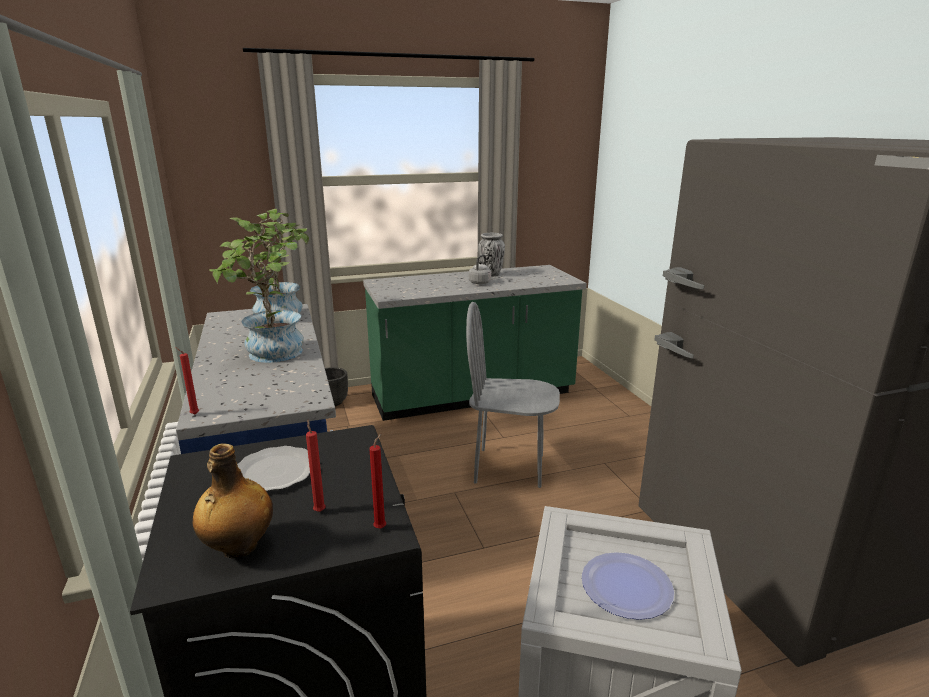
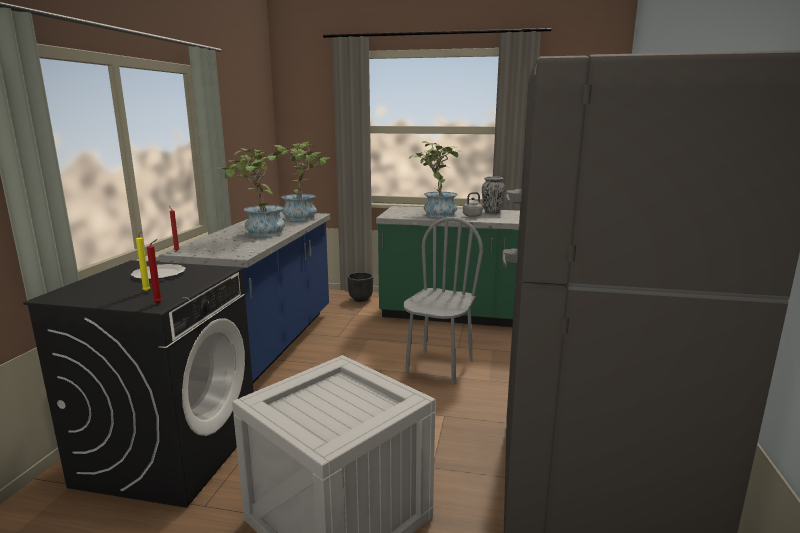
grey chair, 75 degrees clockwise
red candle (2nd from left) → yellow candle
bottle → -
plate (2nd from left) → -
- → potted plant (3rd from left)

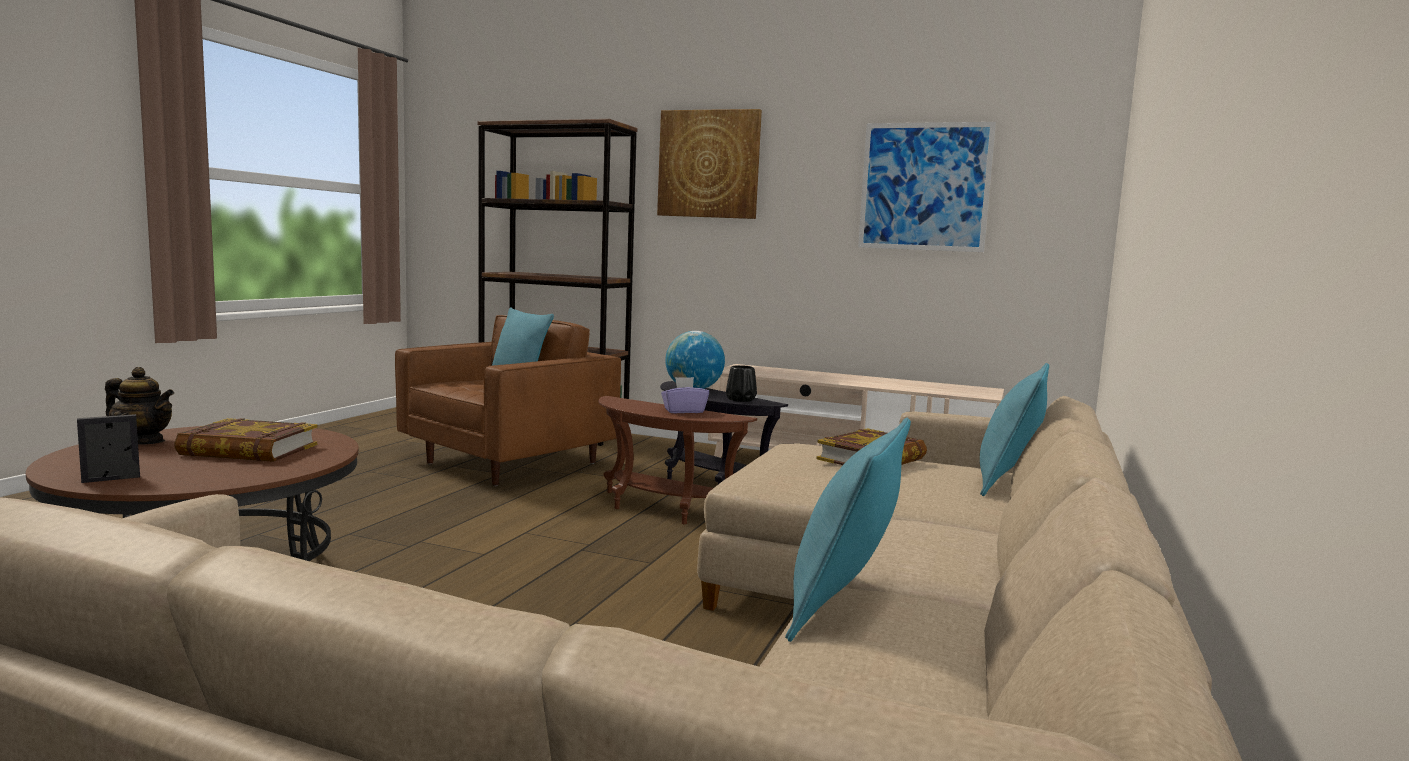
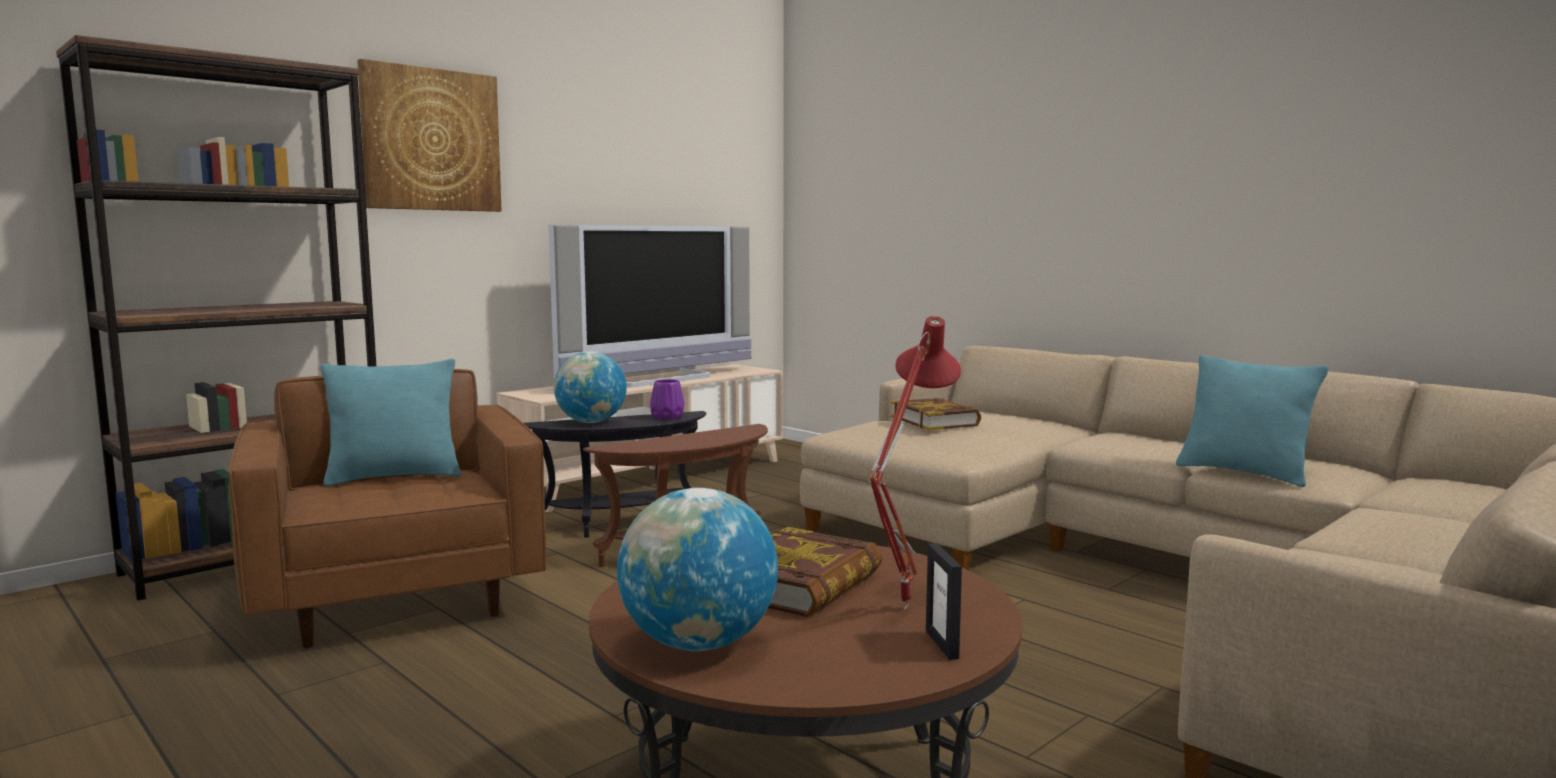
picture (2nd from left) → -
turquoise pillow (3rd from left) → -
black vase → purple vase
teapot → globe (2nd from left)
purple tissue box → -
- → television
- → red table lamp

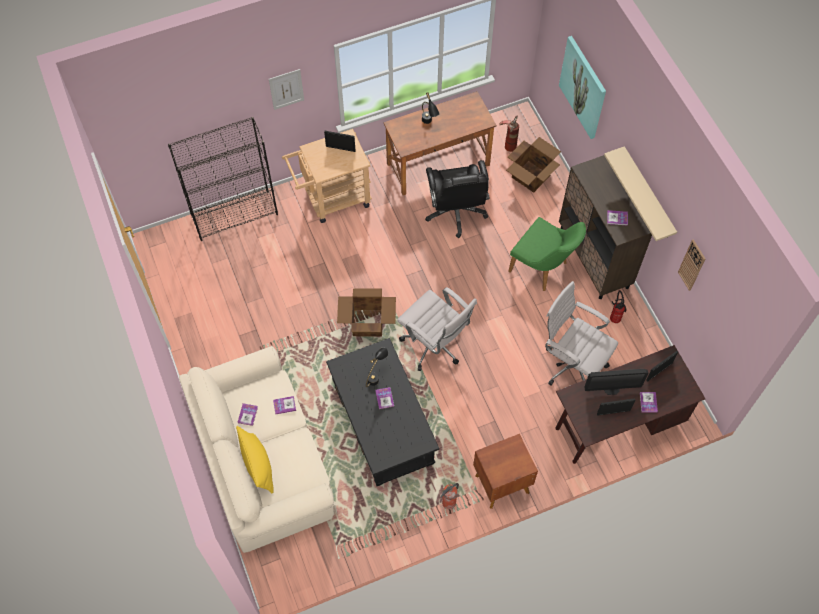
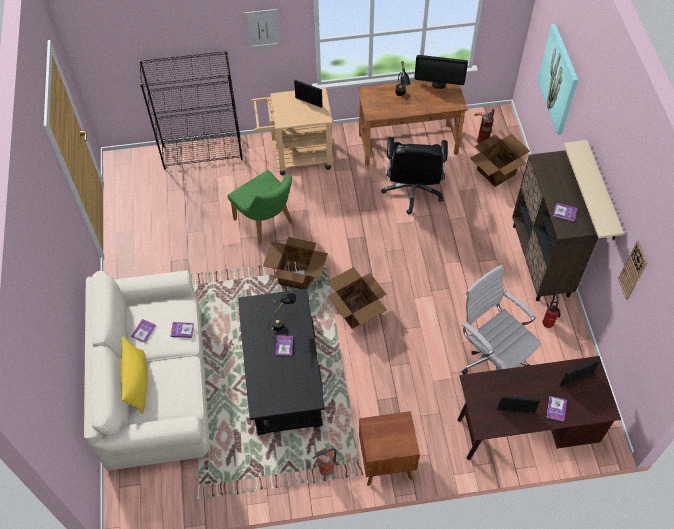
green chair, move
white office chair (1st from left) → cardboard box (2nd from left)
monitor, move

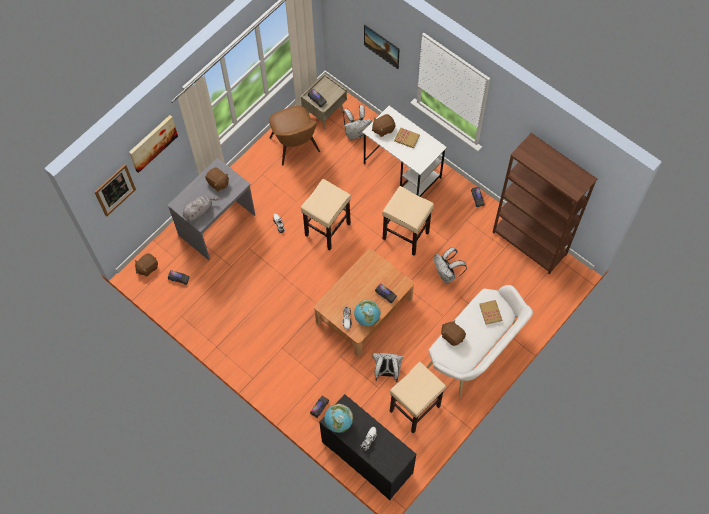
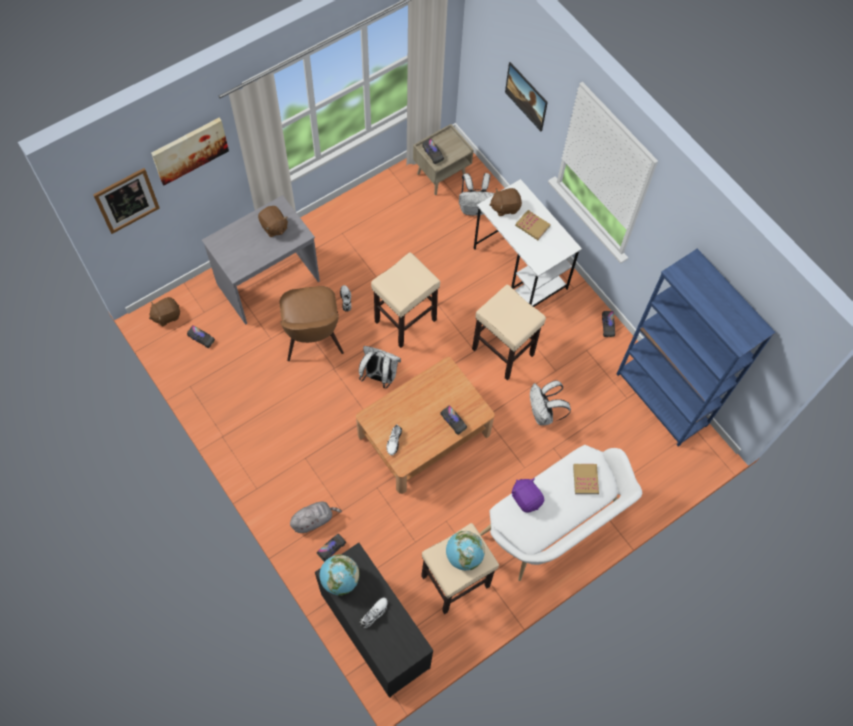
brown chair, move
brown bookcase → blue bookcase
grey plush toy, move
globe (2nd from left), move
brown plush toy (4th from left) → purple plush toy
white backpack (2nd from left in the first image) → white backpack (1st from left), move

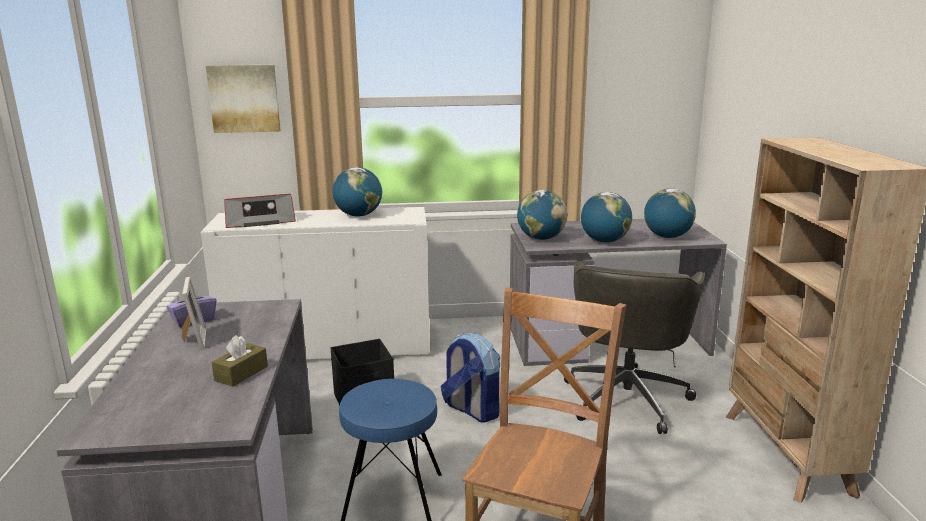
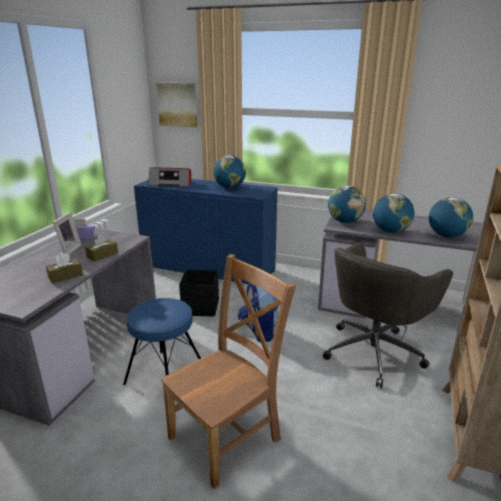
white cabinet → blue cabinet
- → brown tissue box (2nd from left)

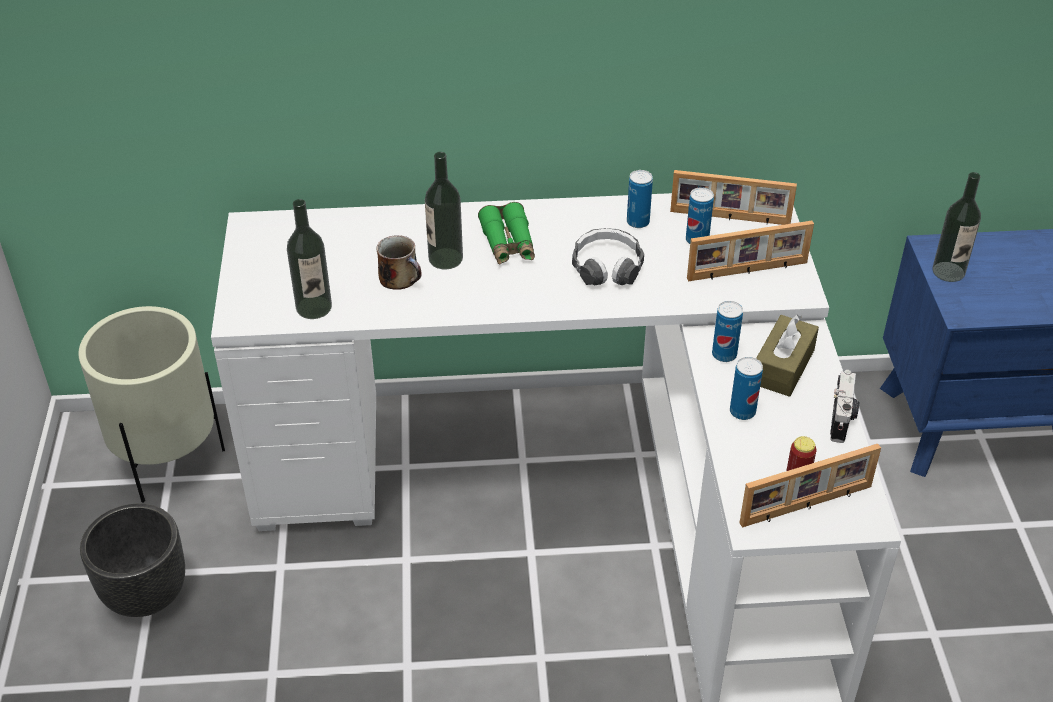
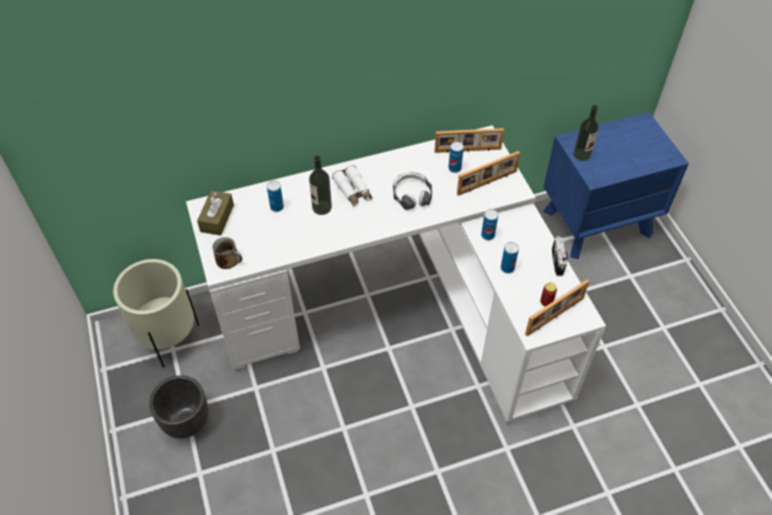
can (1st from left), move
bottle (1st from left) → -
green binoculars → white binoculars
mug, move
brown tissue box, move

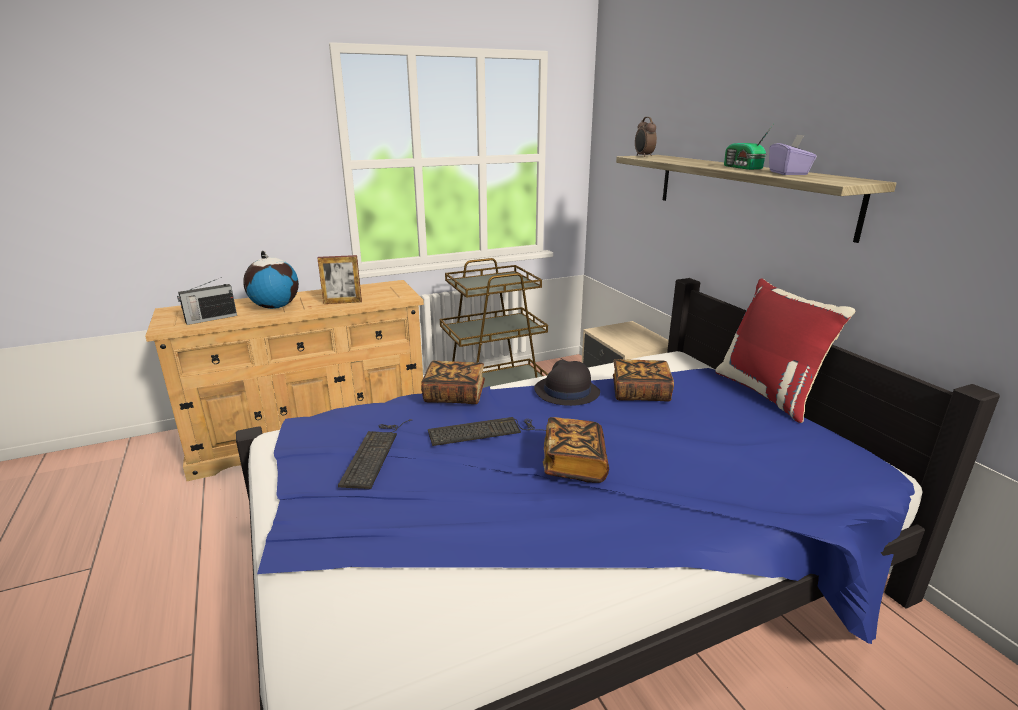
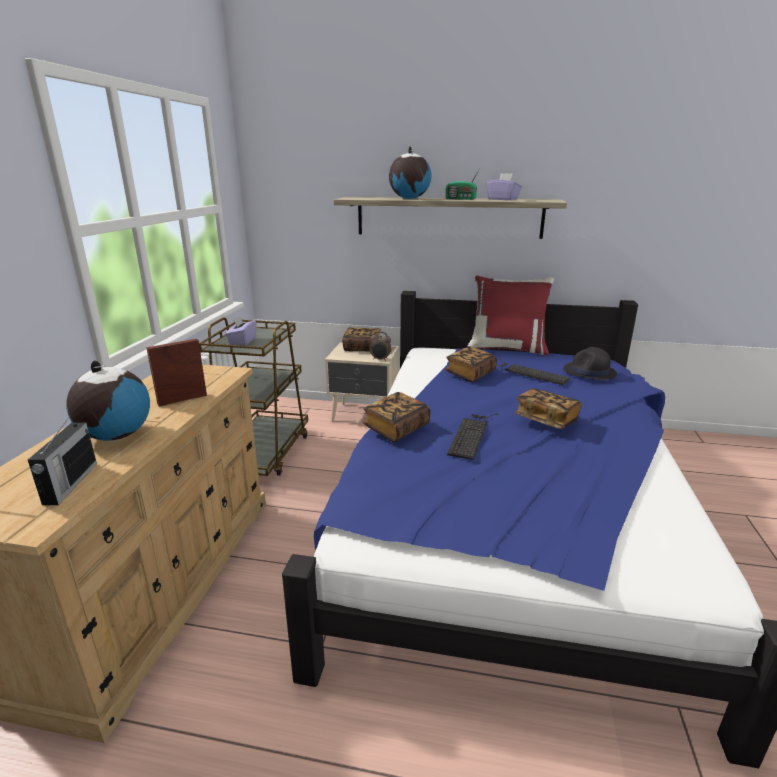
alarm clock, move
picture frame, 150 degrees counterclockwise
black hat, move
keyboard (1st from left in the first image) → keyboard (2nd from left), move
- → globe (2nd from left)
- → purple tissue box (1st from left)
- → book (1st from left)

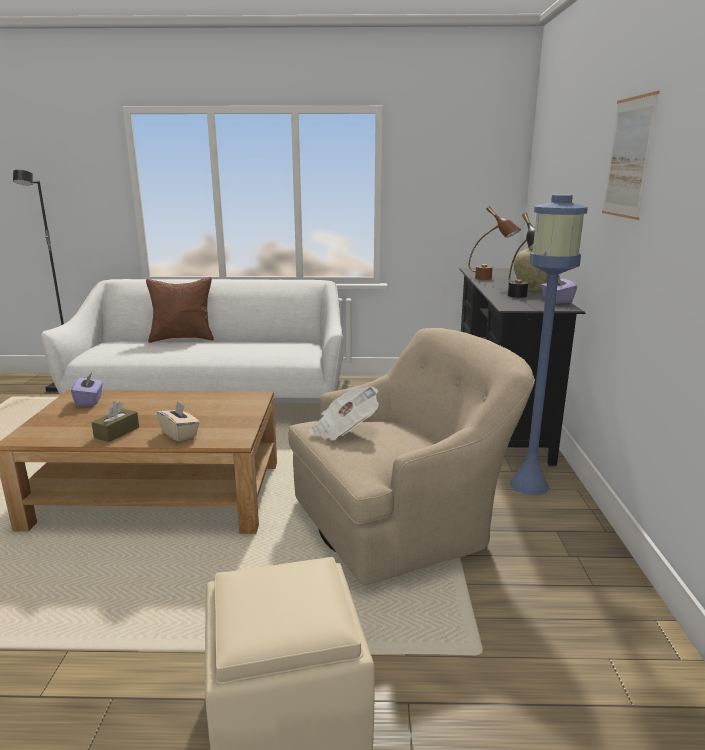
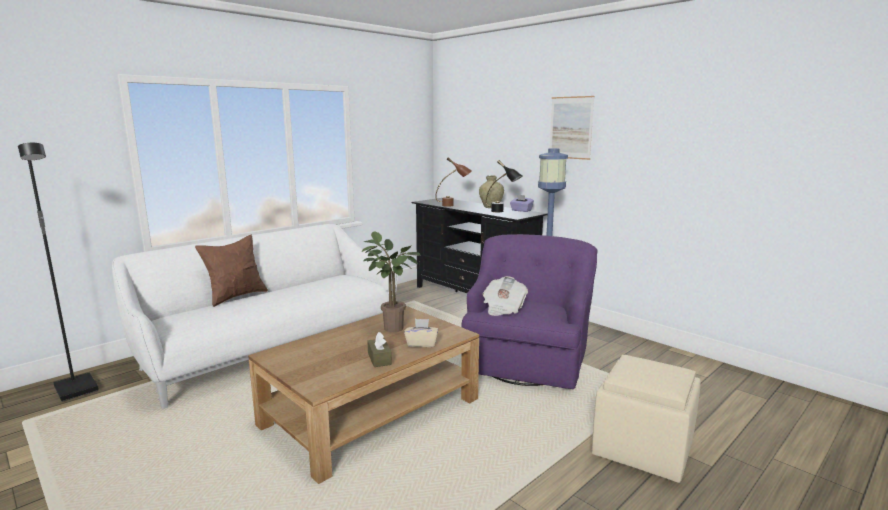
beige armchair → purple armchair
purple tissue box (1st from left) → -
- → potted plant

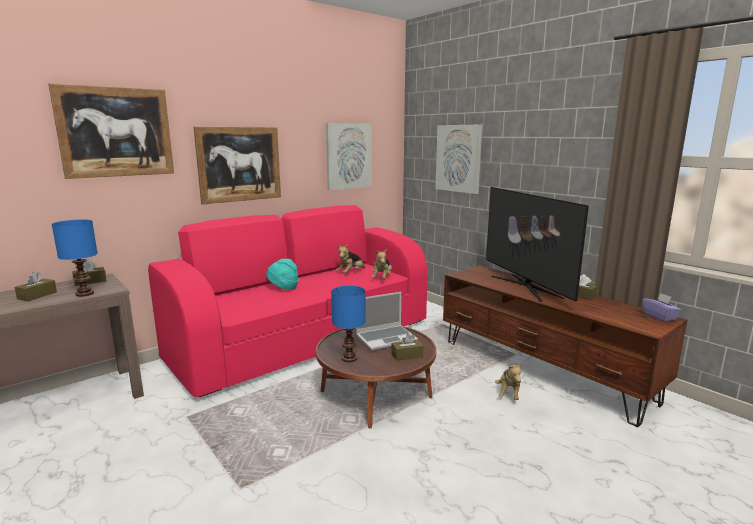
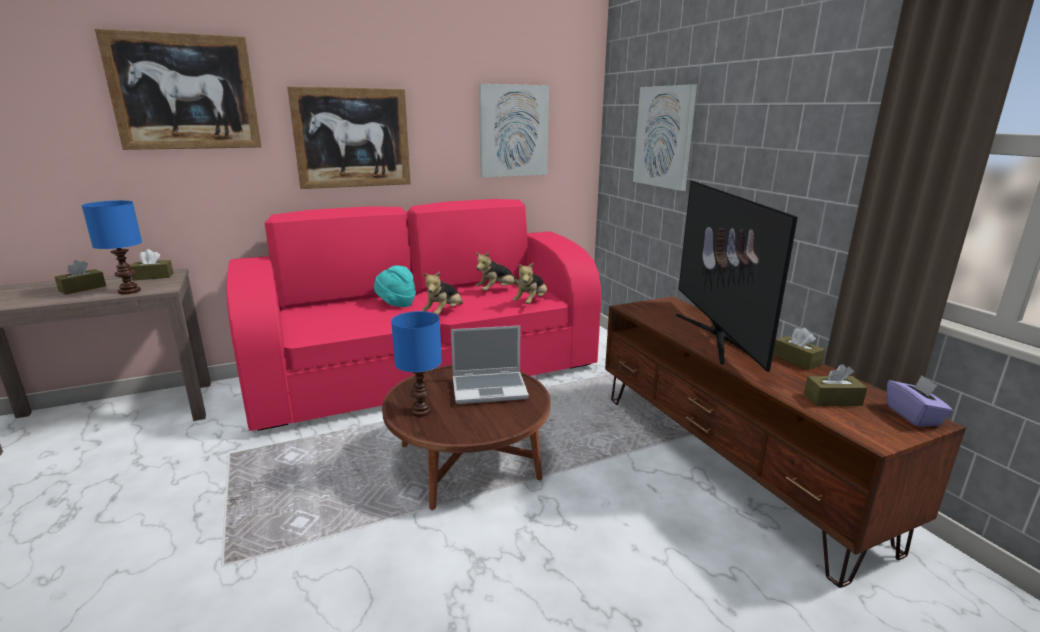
brown tissue box (3rd from left in the first image) → brown tissue box (4th from left), move
plush toy (3rd from left in the first image) → plush toy (1st from left), move

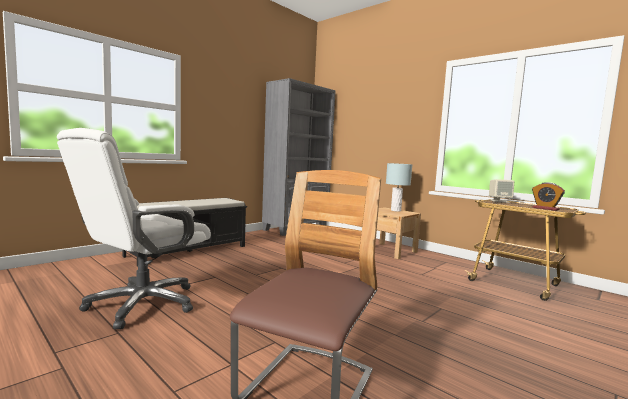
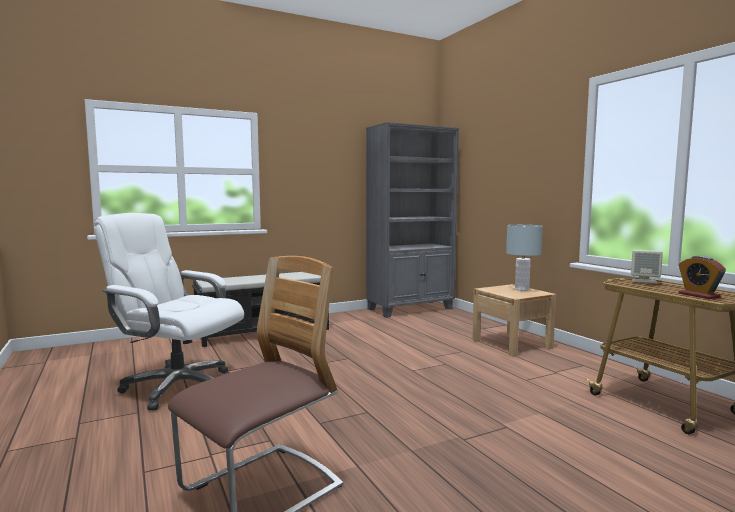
white office chair, 60 degrees clockwise

